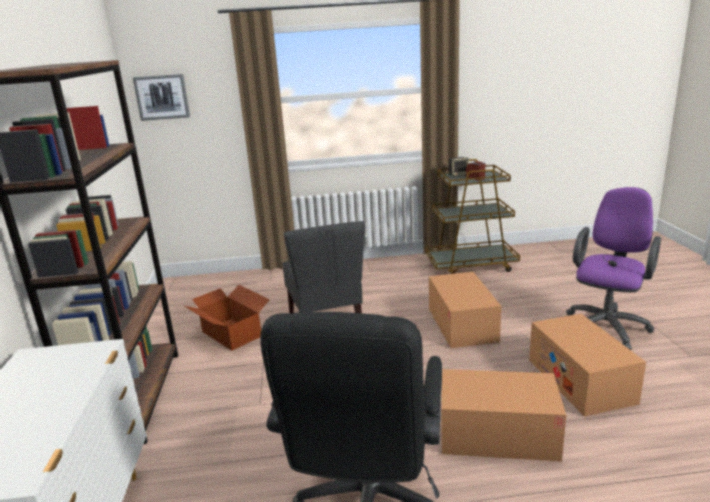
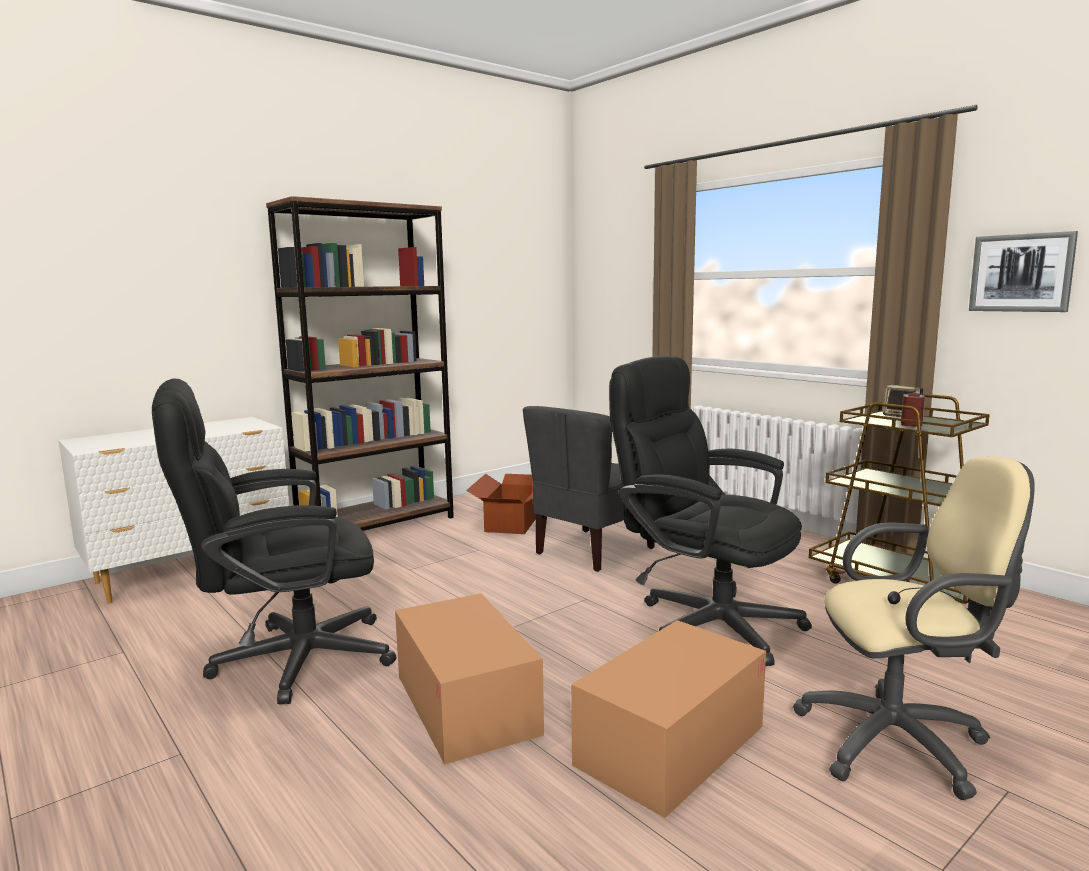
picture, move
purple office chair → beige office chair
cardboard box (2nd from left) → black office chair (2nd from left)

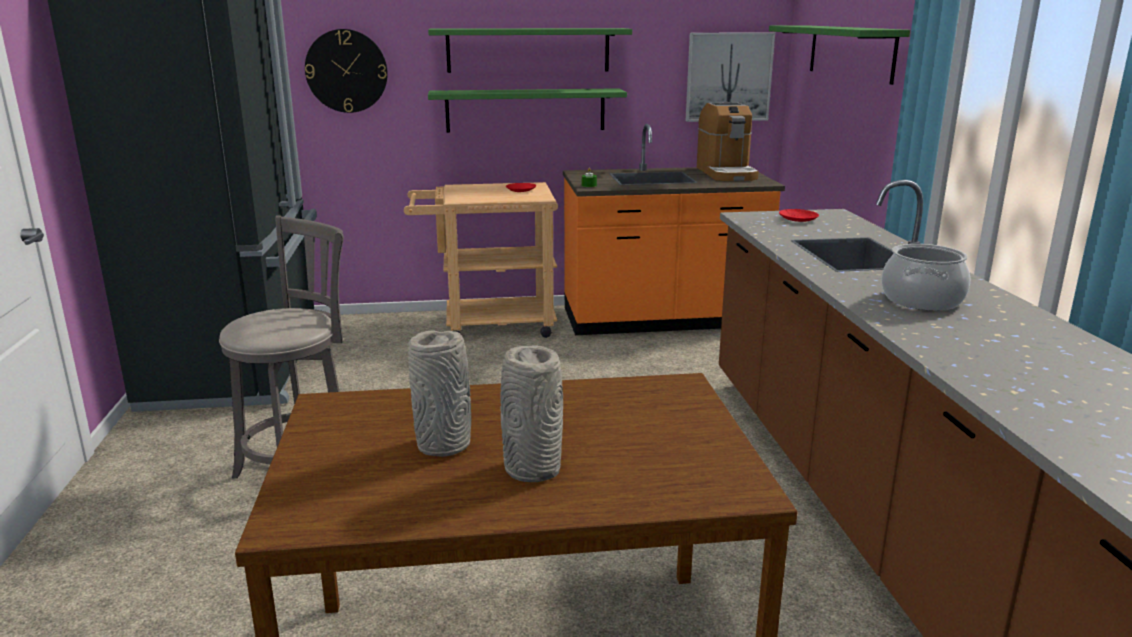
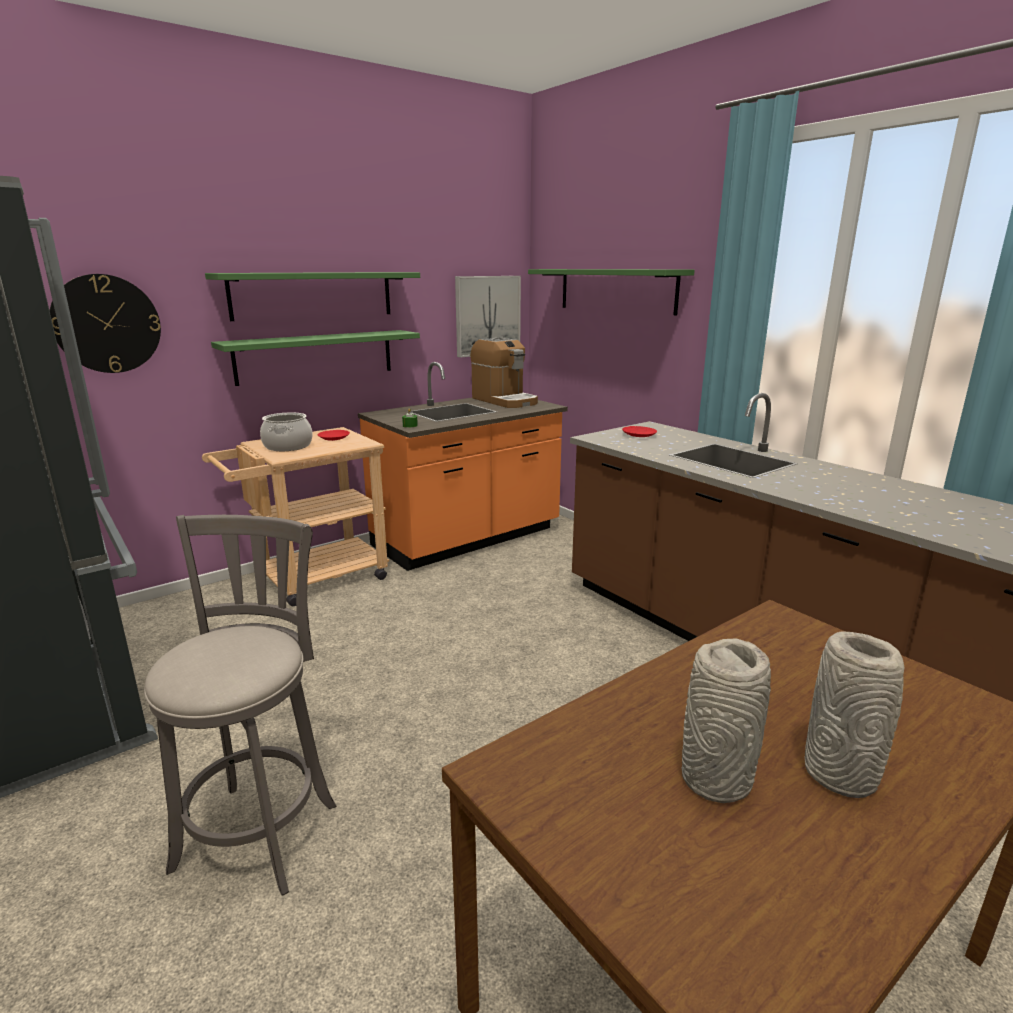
cooking pot, move

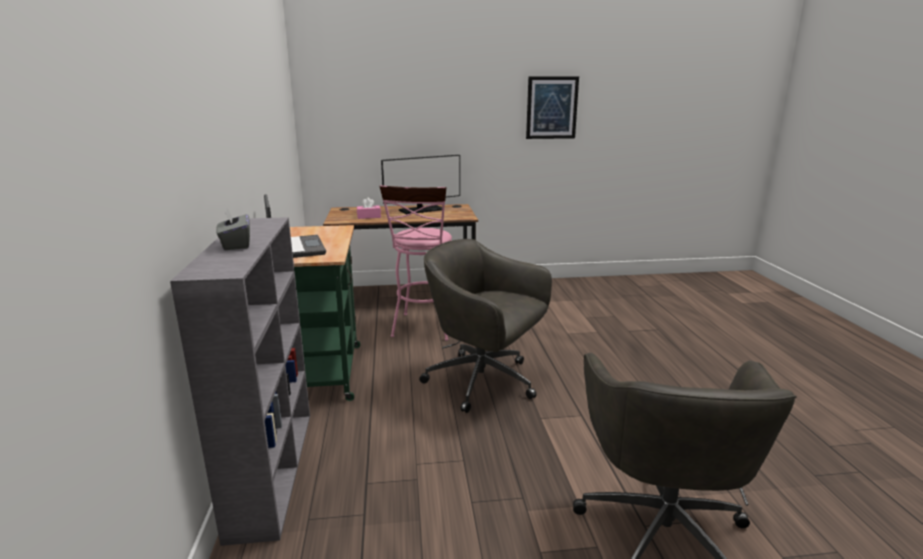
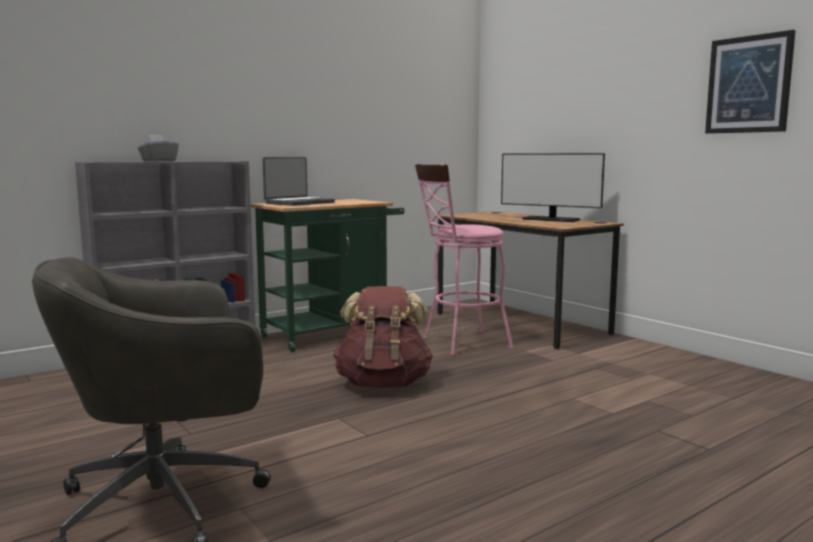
pink tissue box → -
grey office chair (1st from left) → brown backpack

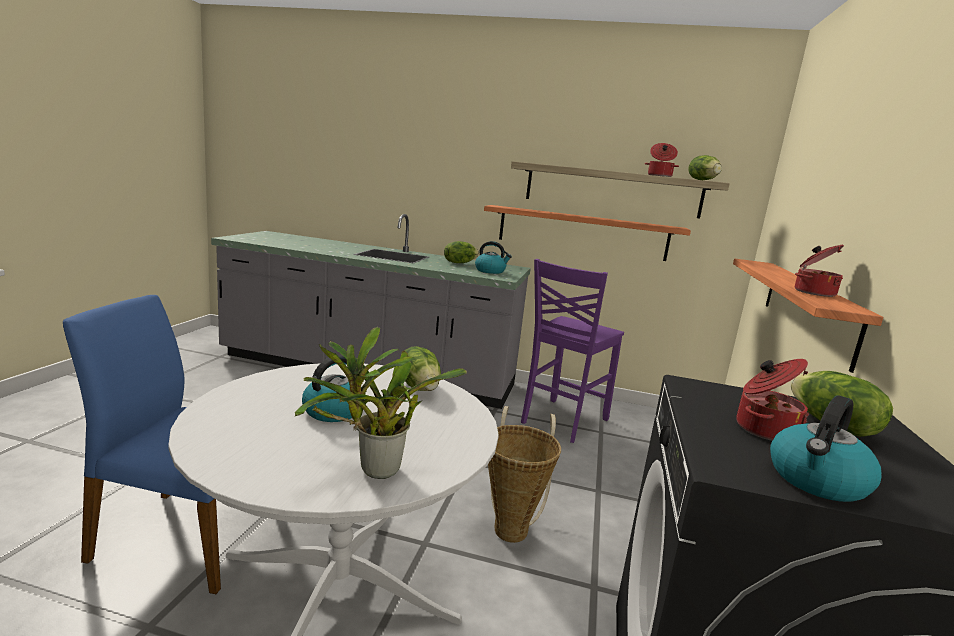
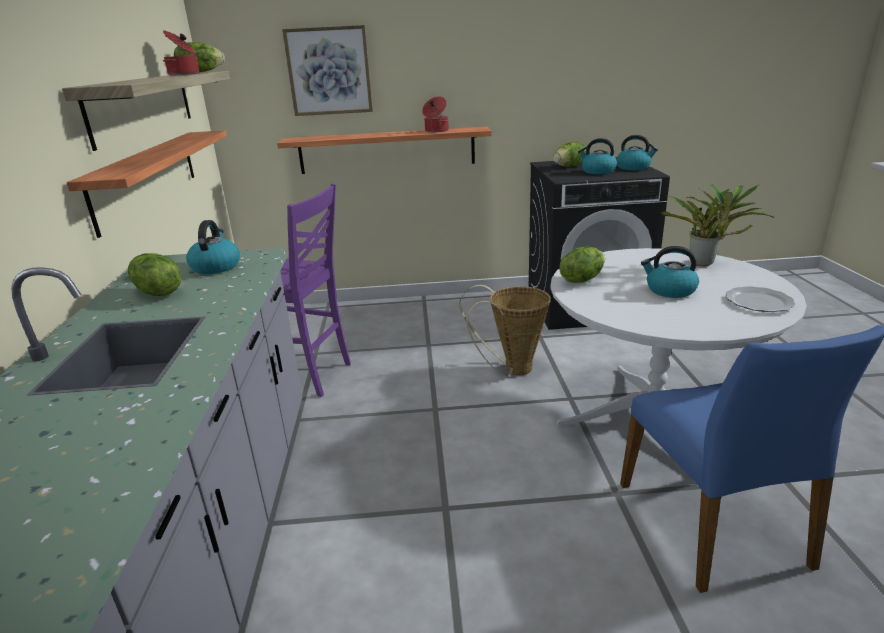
cooking pot (2nd from left) → kettle (2nd from left)
- → picture
- → plate

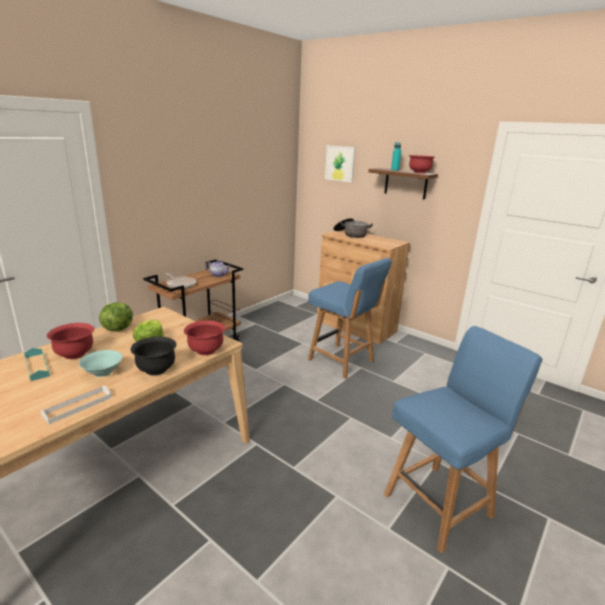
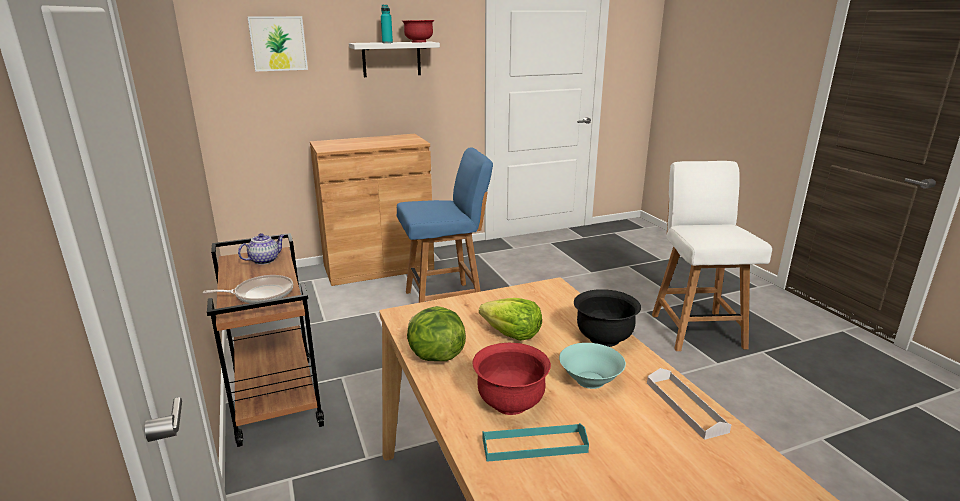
brown shelf → white shelf
cooking pot → -
red bowl (2nd from left) → -
blue chair (2nd from left) → white chair

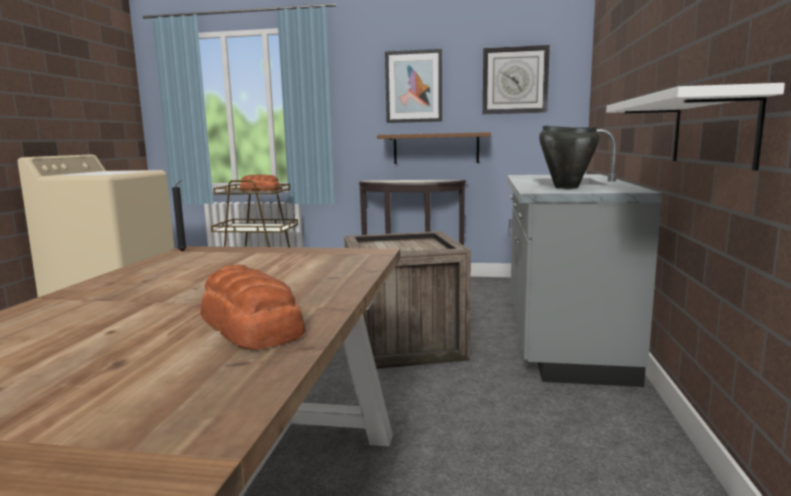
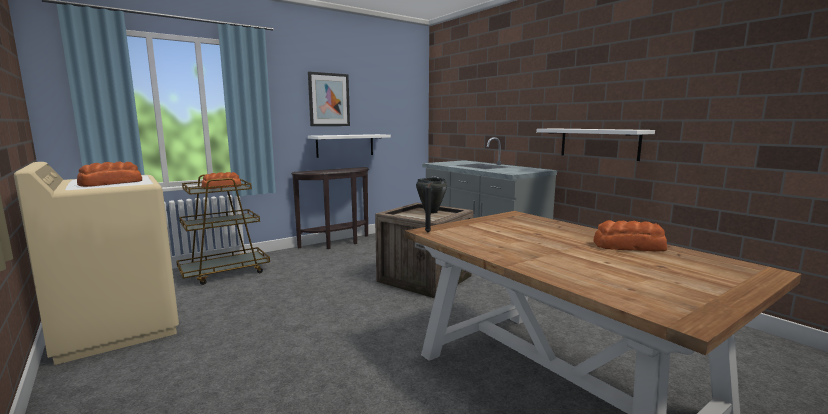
wall clock → -
black cooking pot, move
brown shelf → white shelf (1st from left)
- → bread (1st from left)

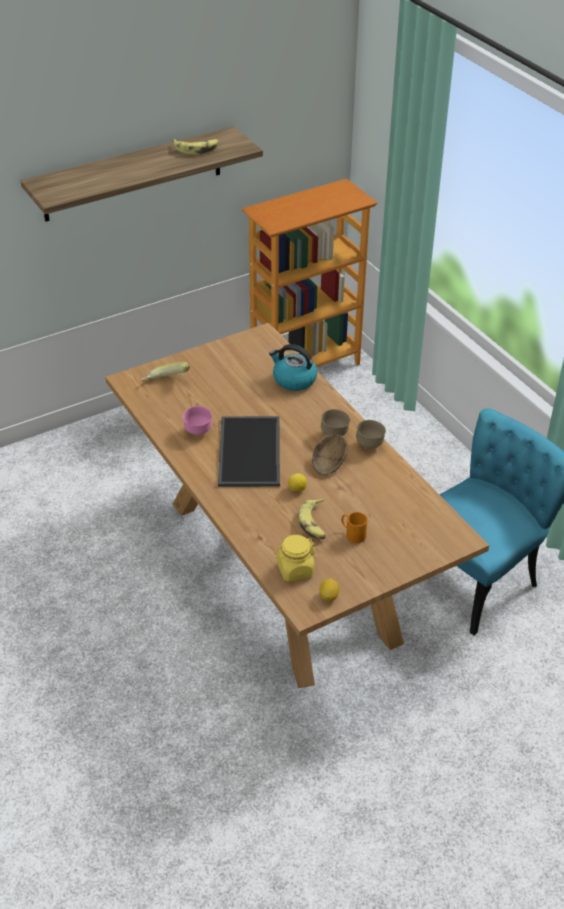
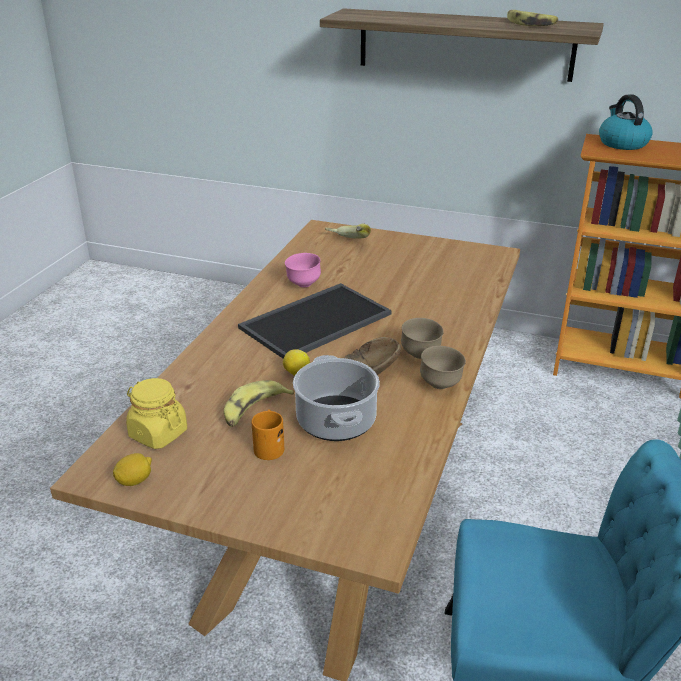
kettle, move
- → cooking pot

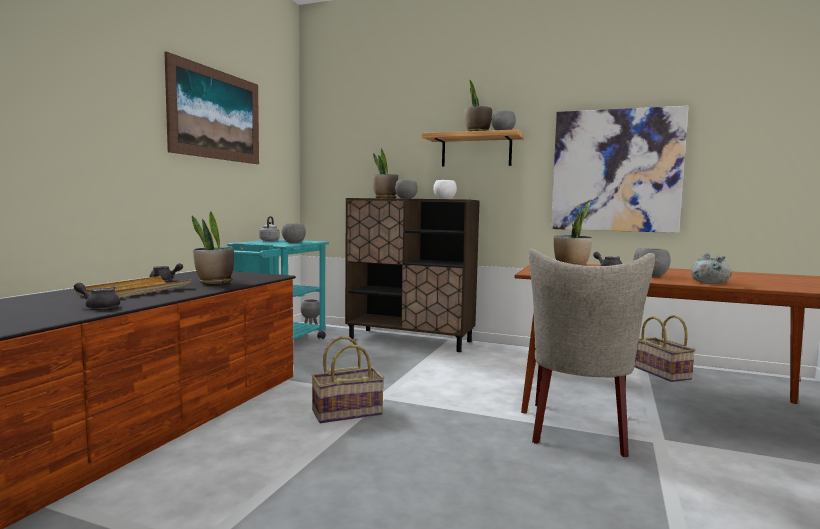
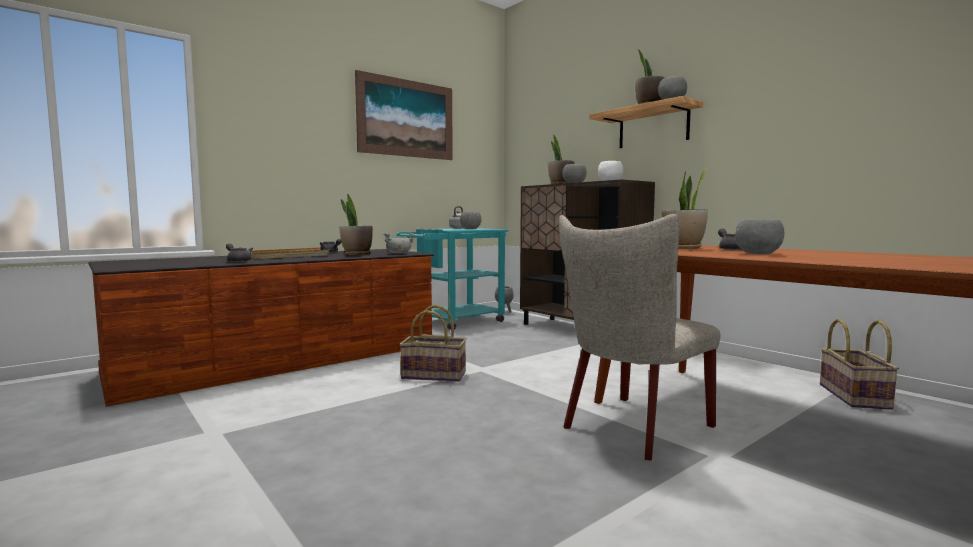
picture (2nd from left) → -
grey cooking pot, move

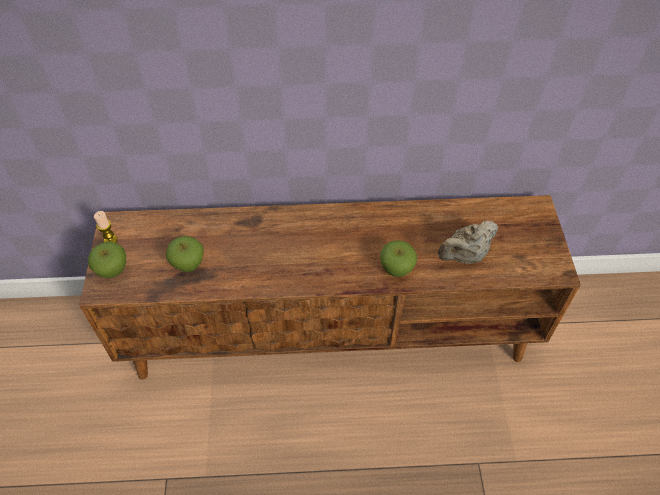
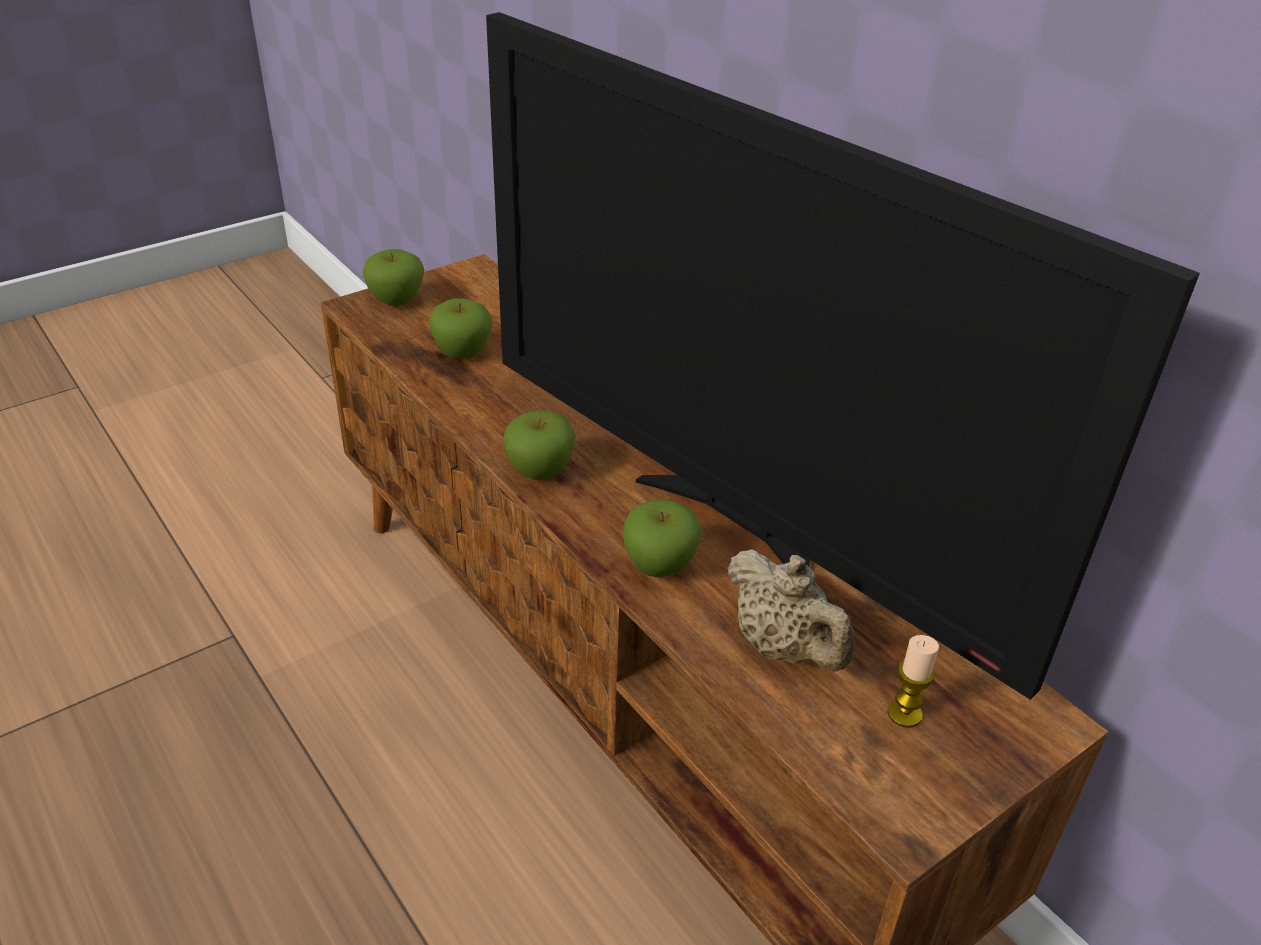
candle, move
beige teapot, 150 degrees counterclockwise
- → television
- → apple (3rd from left)

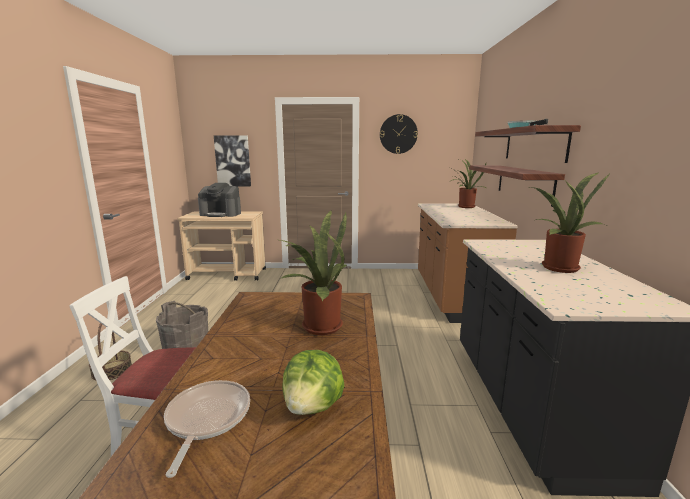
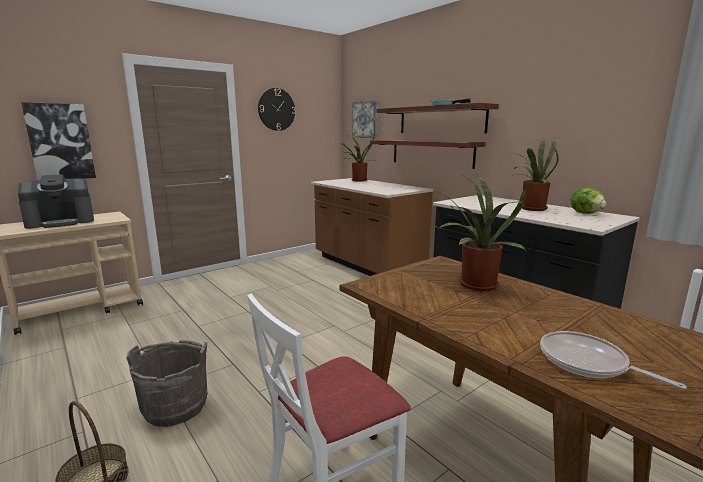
lettuce, move
- → picture (2nd from left)

